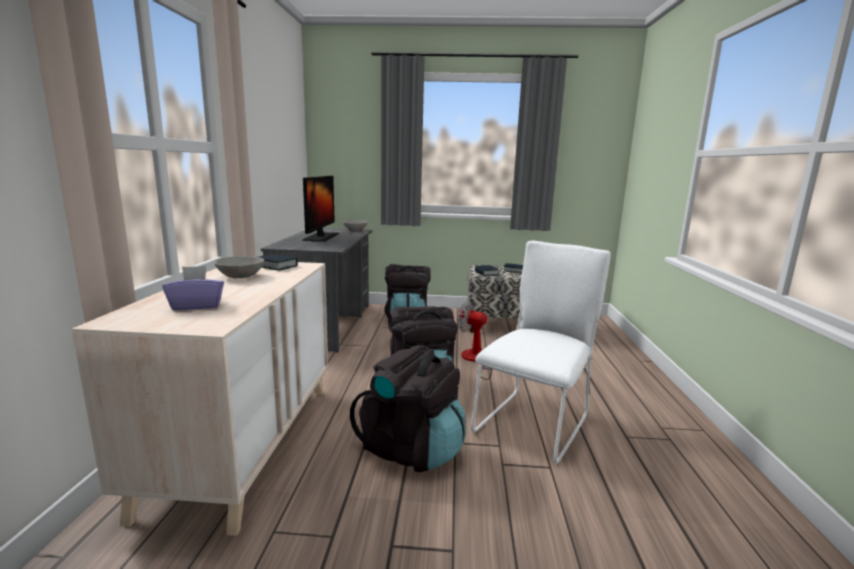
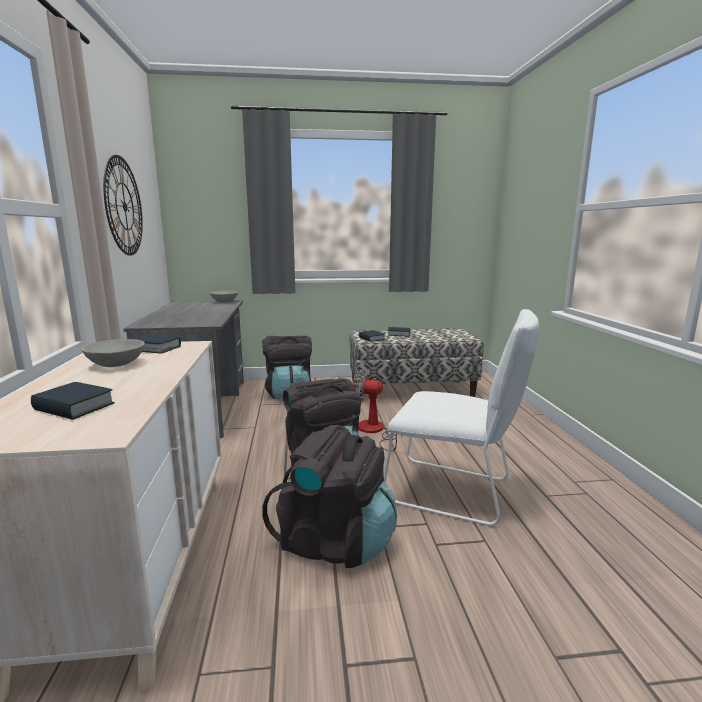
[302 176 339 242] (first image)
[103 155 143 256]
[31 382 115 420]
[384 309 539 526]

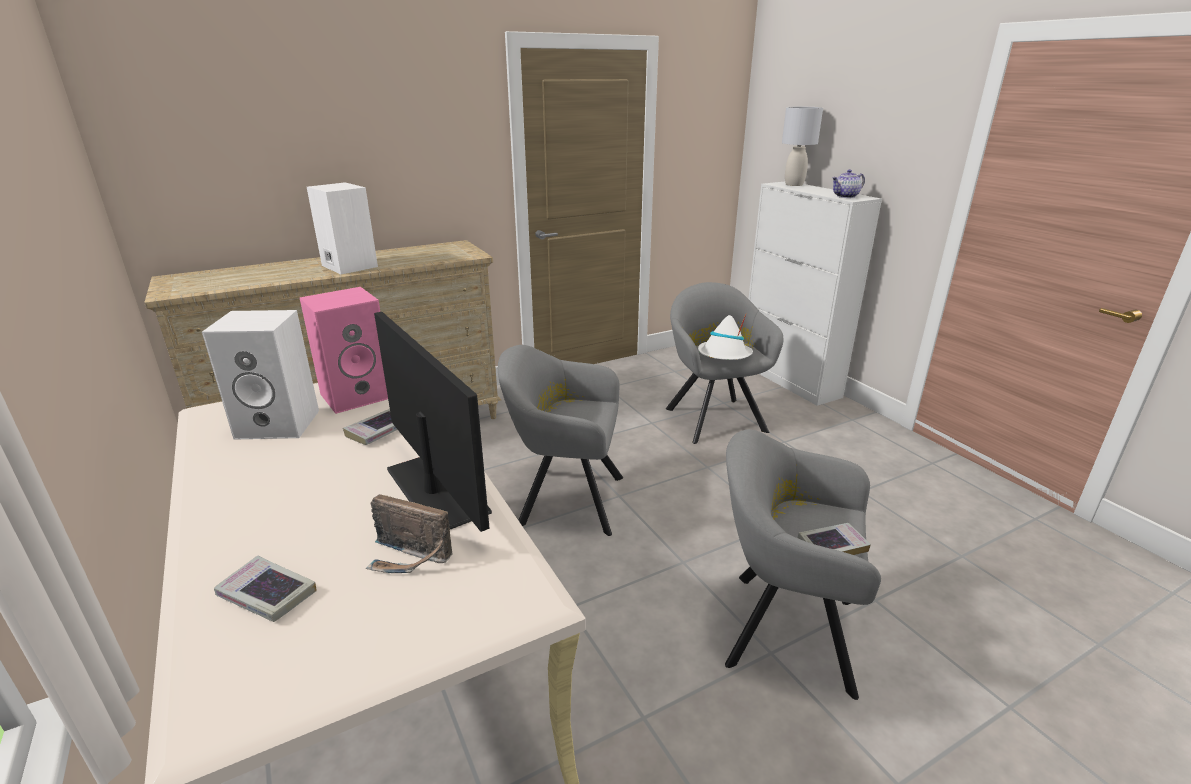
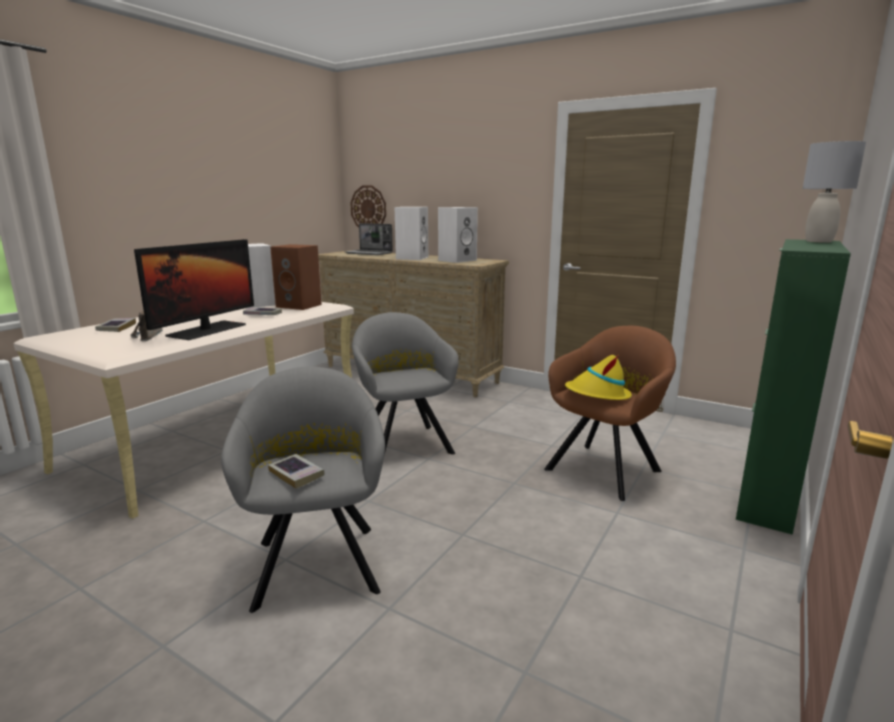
[832 169 865 198] (first image)
[345 223 393 255]
[350 185 386 227]
[438 207 478 263]
[270 244 322 310]
[544 326 676 501]
[565 355 632 400]
[736 239 851 535]

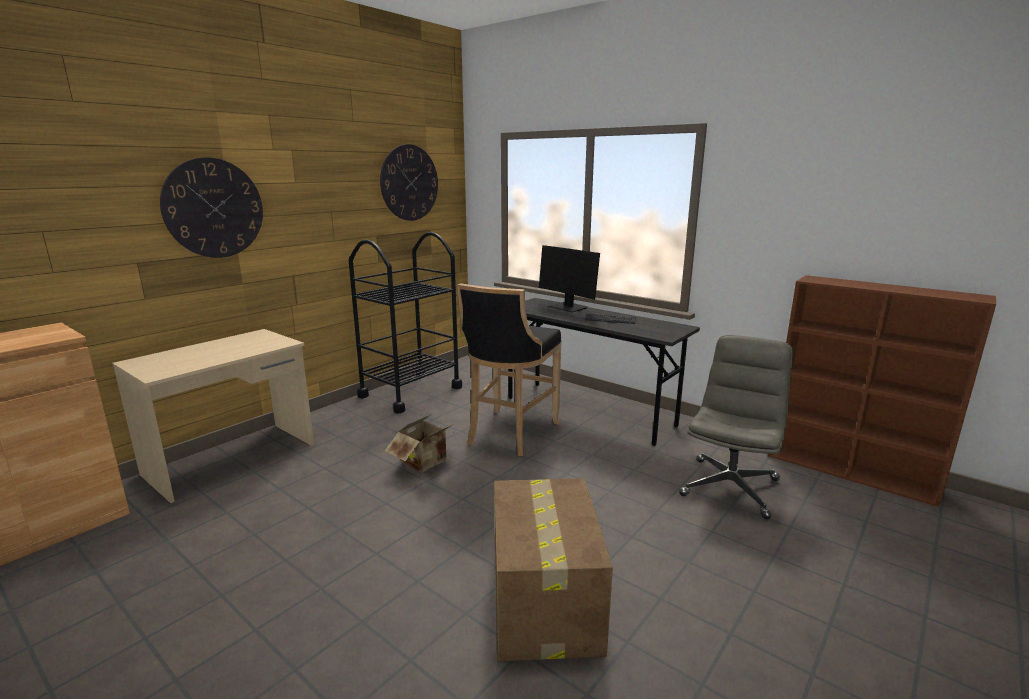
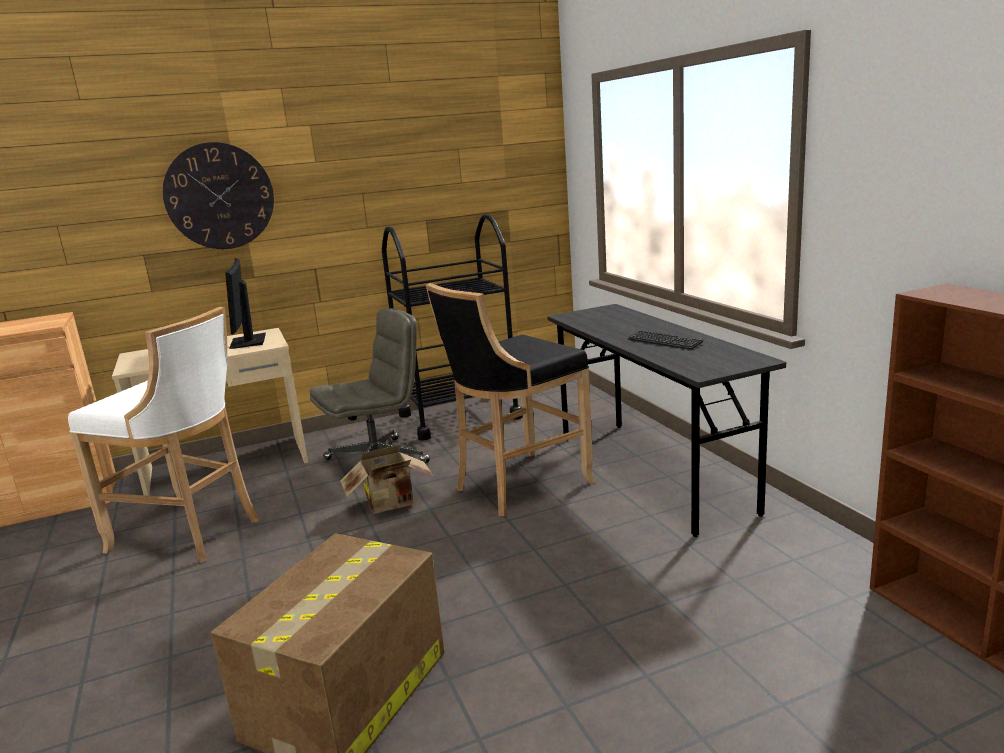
[380 144 438 221] (first image)
[68 307 259 563]
[225 258 266 349]
[310 308 430 463]

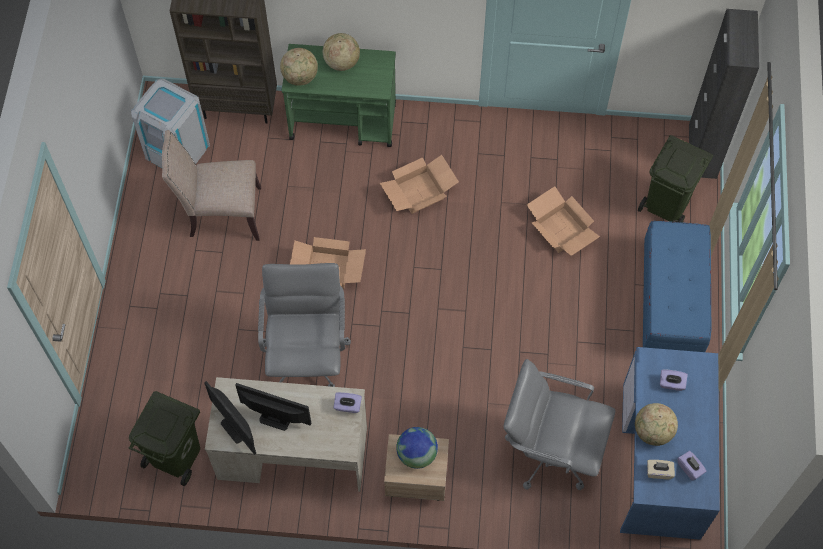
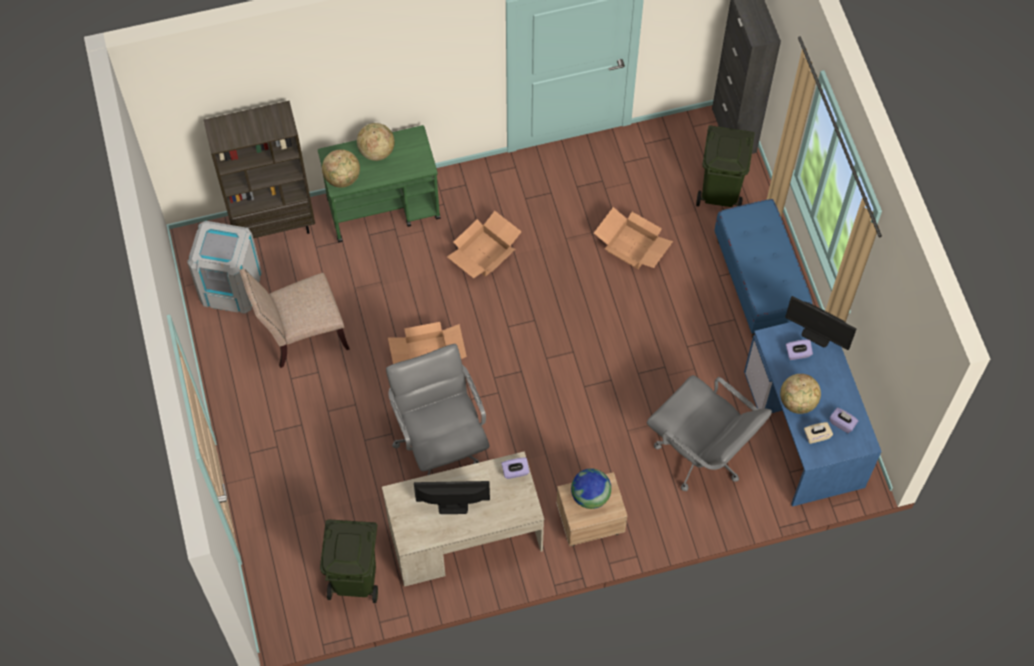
[785 296 856 350]
[647 375 772 491]

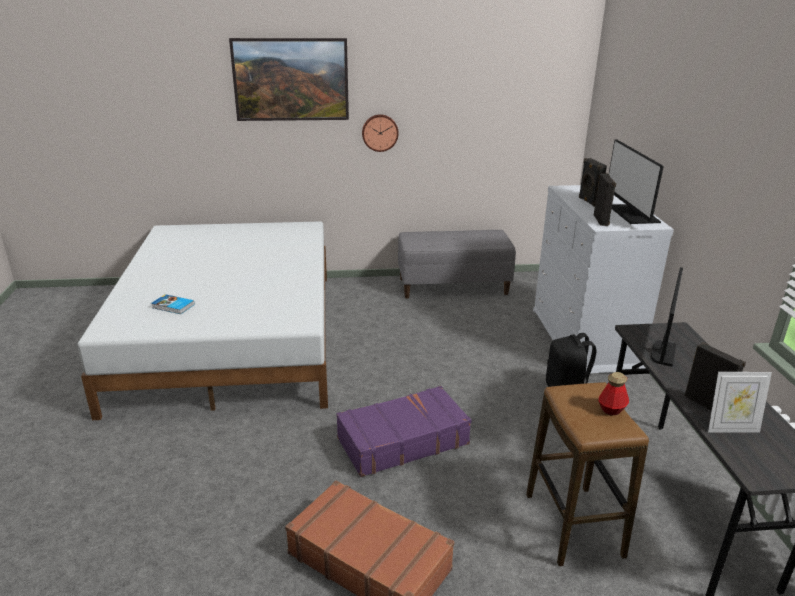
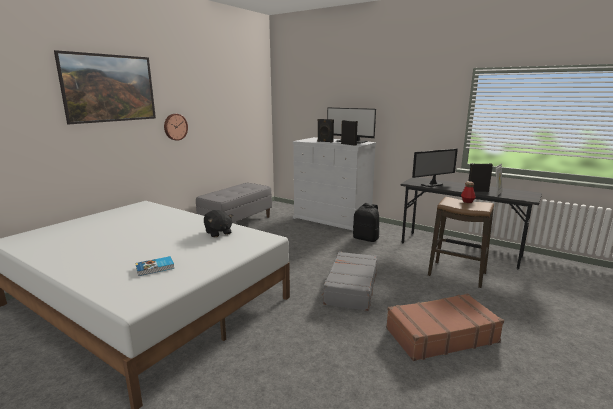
[204 210 233 237]
[321 251 377 311]
[412 149 458 187]

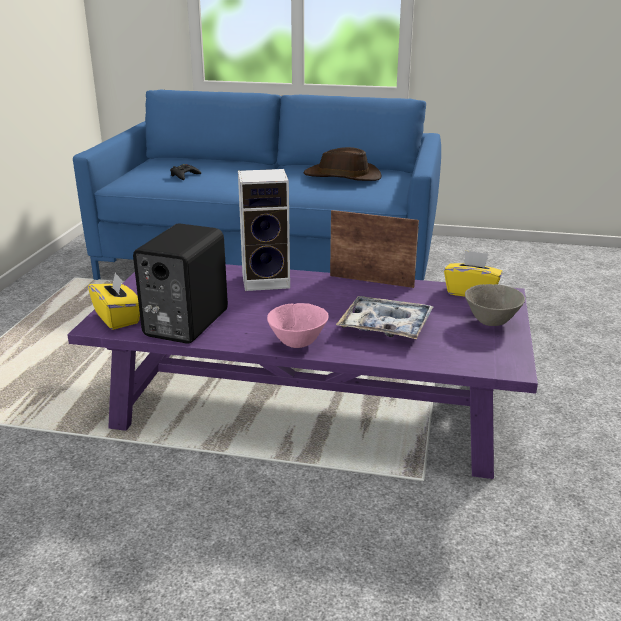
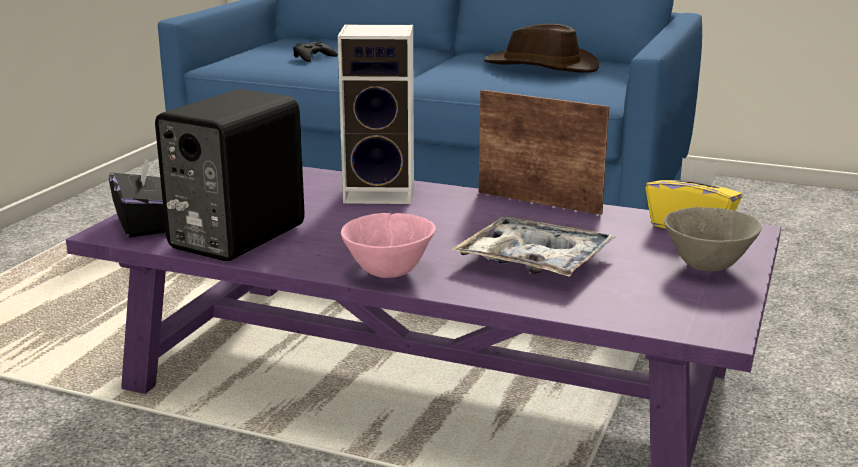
[109 159 166 237]

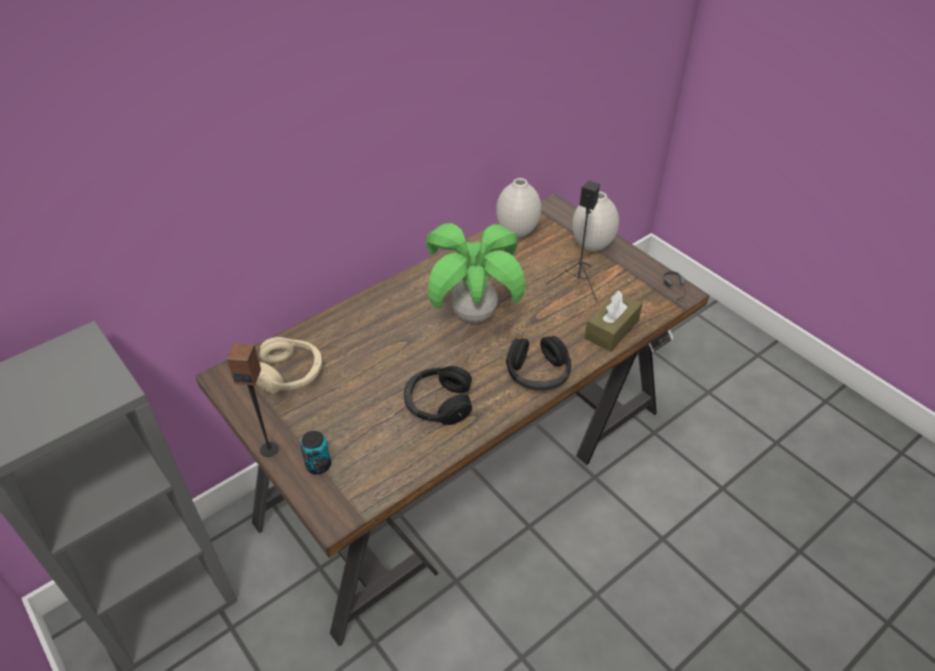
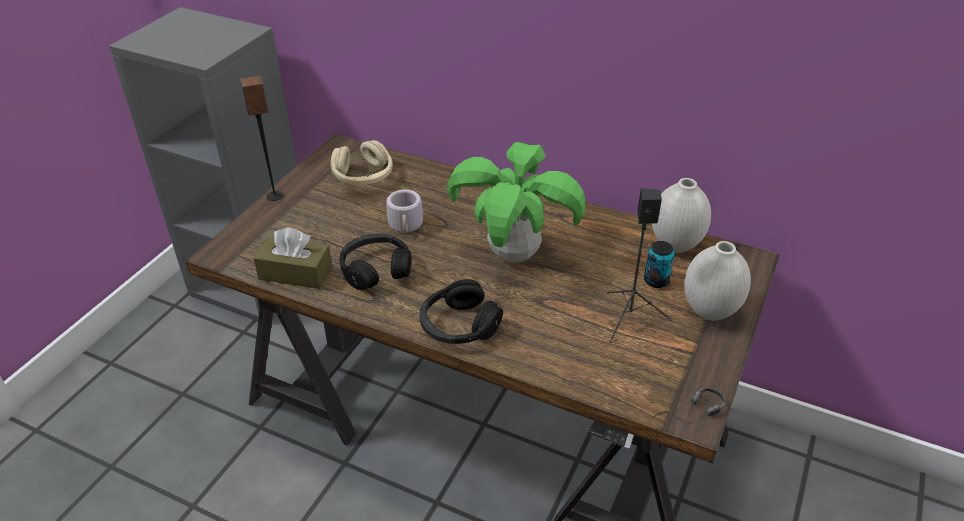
[386 190 426 234]
[644 241 675 288]
[253 227 332 289]

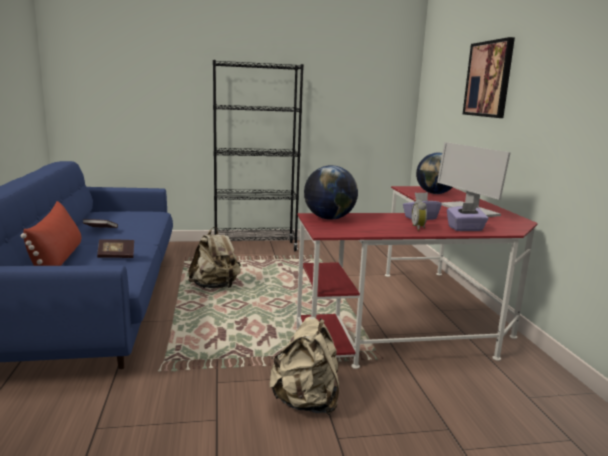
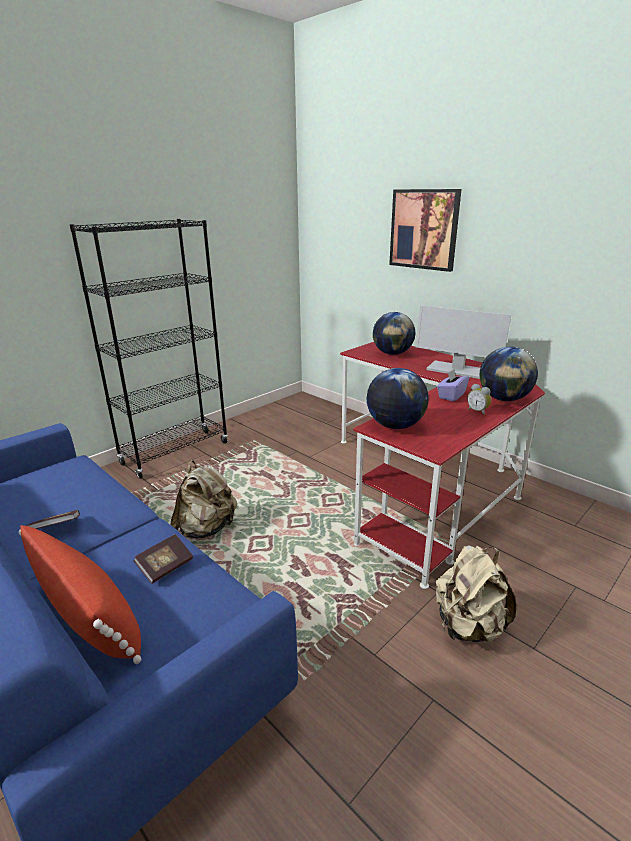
[480 347 538 401]

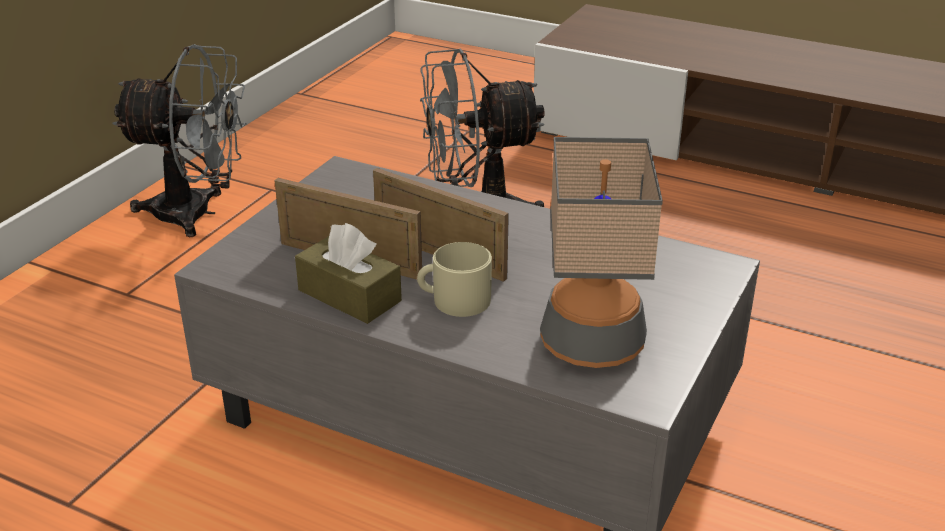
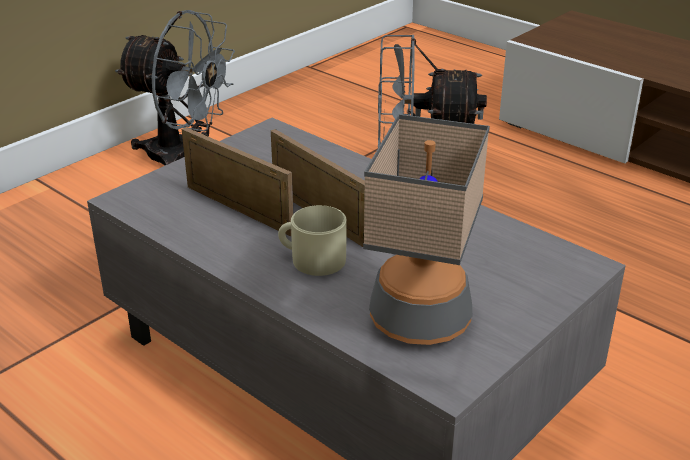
[295 223 402 324] (first image)

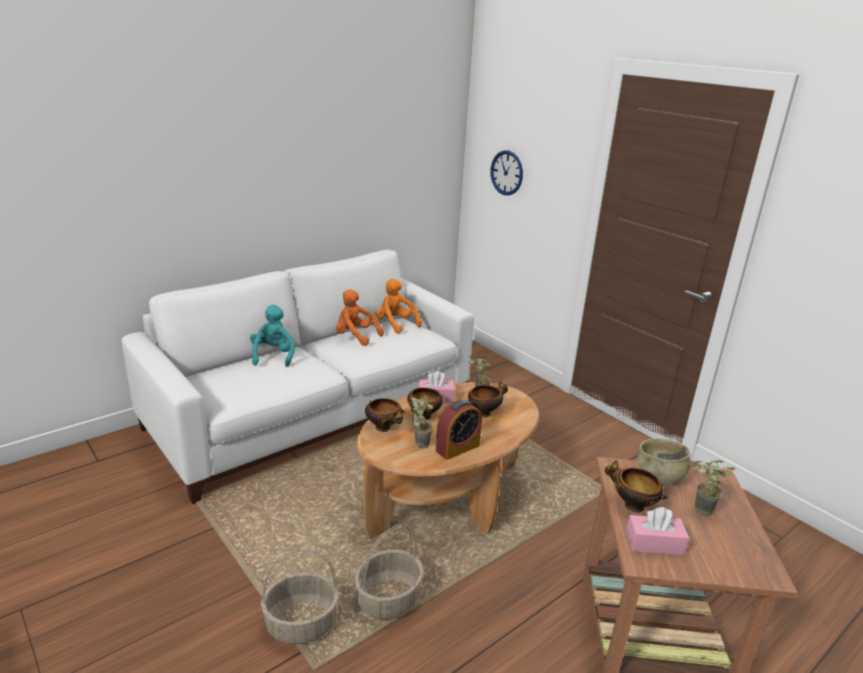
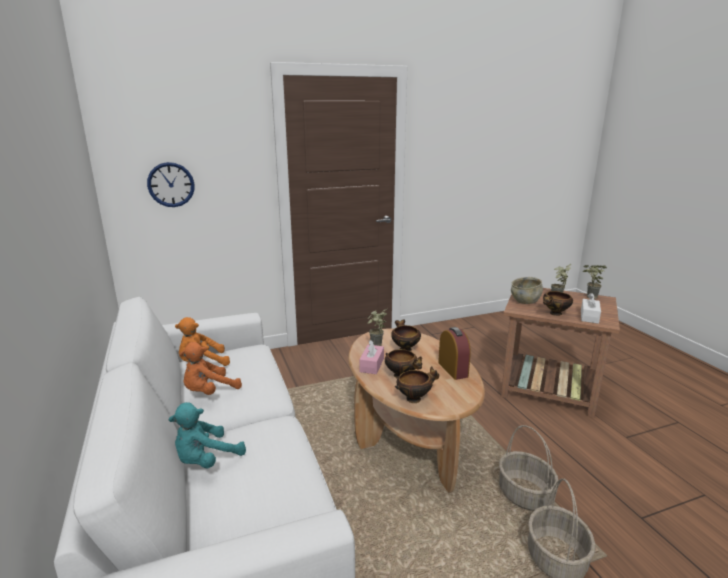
[583 265 606 299]
[581 293 601 324]
[169 402 246 468]

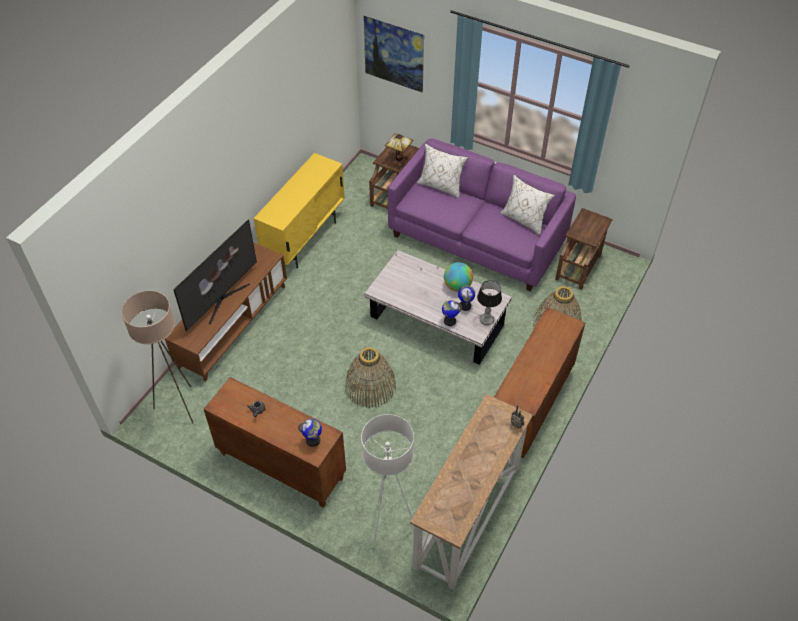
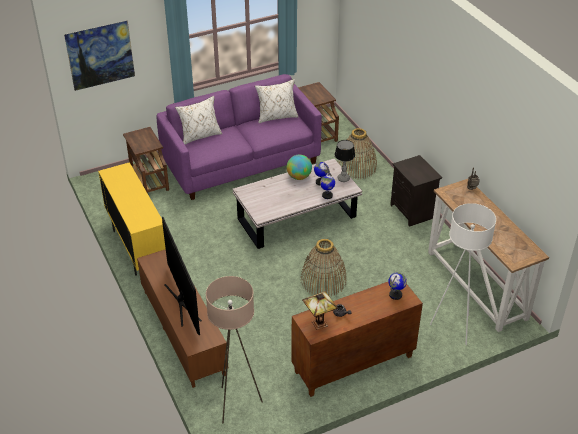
[302 291 338 330]
[390 155 442 227]

